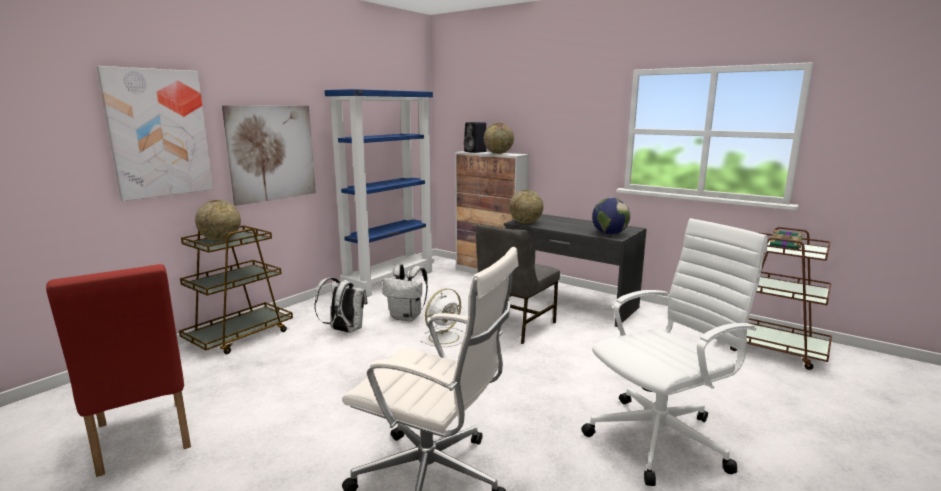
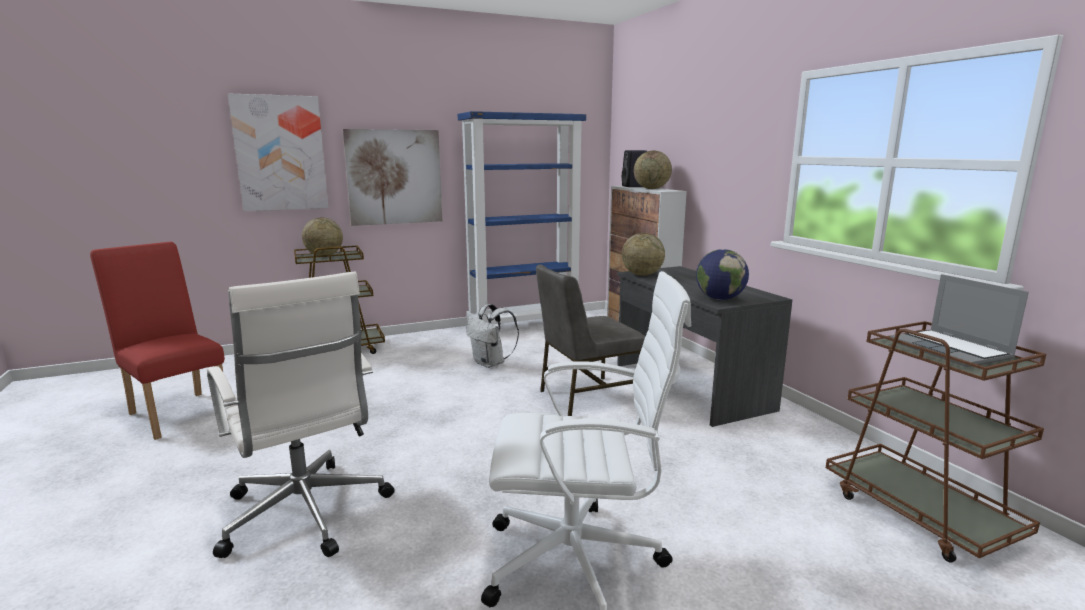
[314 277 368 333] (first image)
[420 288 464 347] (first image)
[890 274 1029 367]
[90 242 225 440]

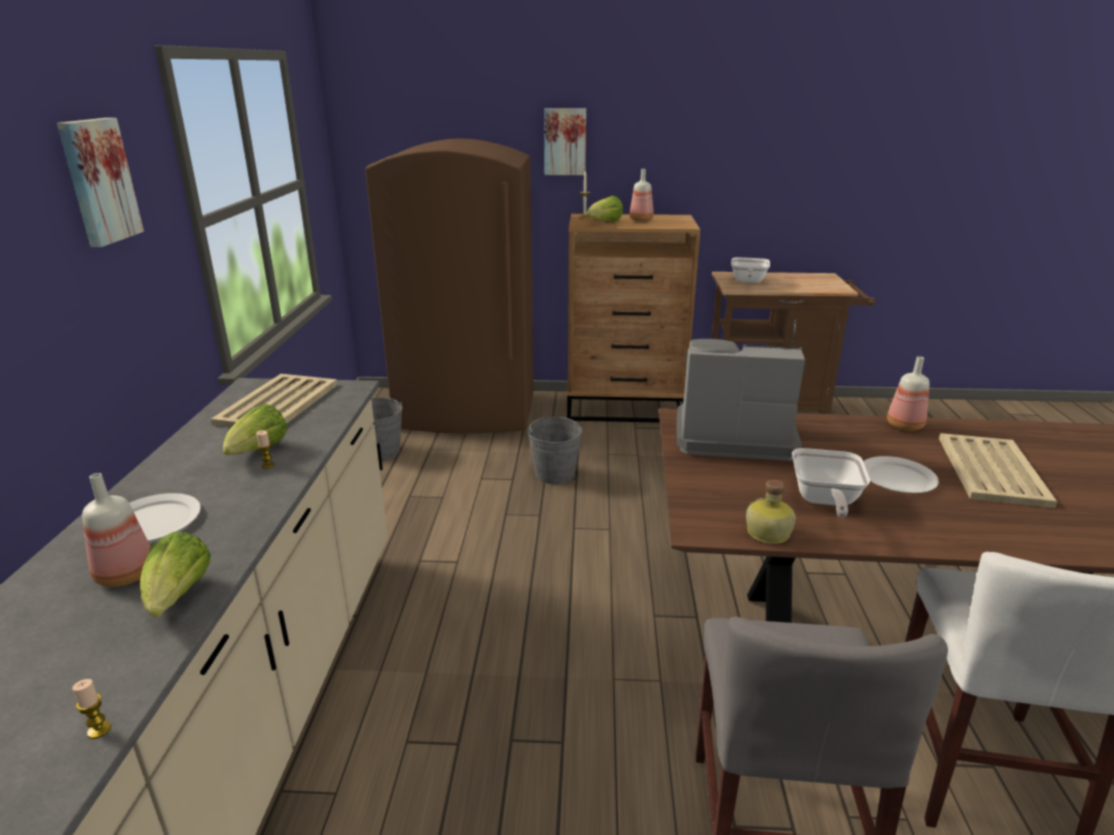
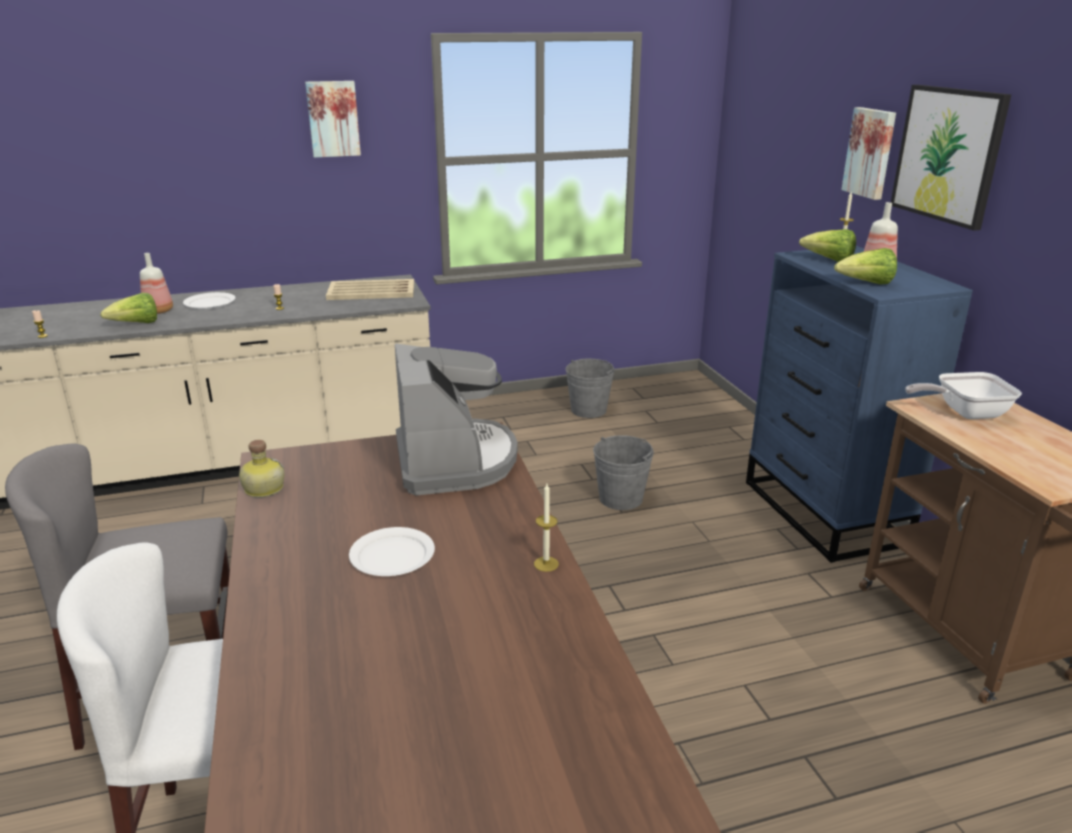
[365 138 534 433] (first image)
[792 448 870 517] (first image)
[939 433 1057 508] (first image)
[891 85 1011 231]
[834 248 897 284]
[534 484 559 572]
[746 246 973 563]

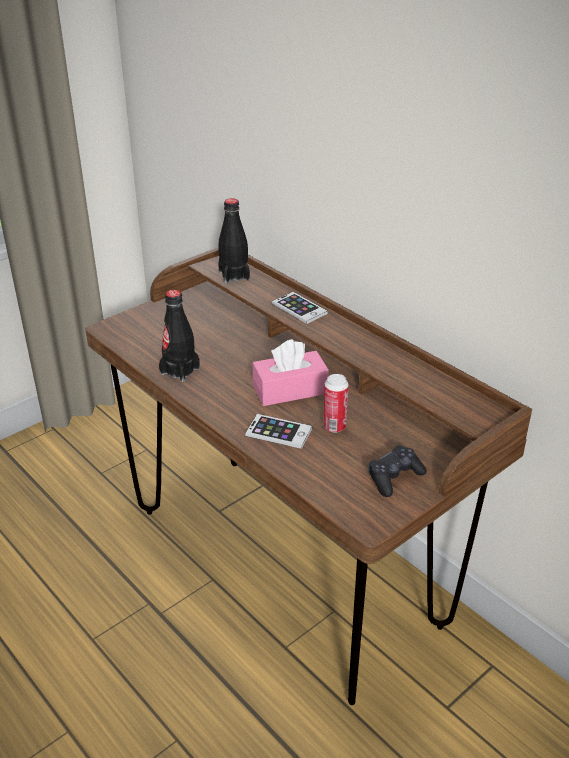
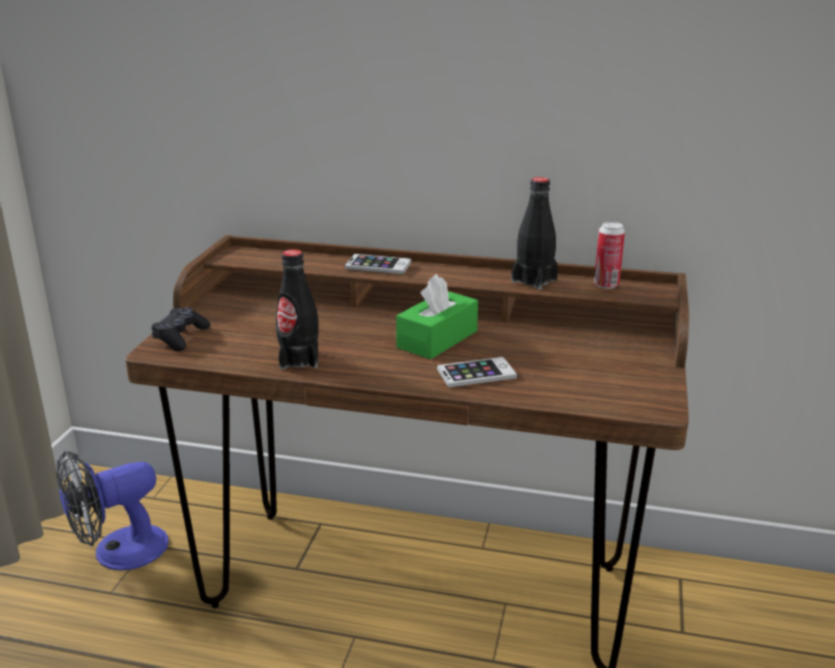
[56 451 169 571]
[511 177 558 290]
[594 222 625 289]
[151 307 210 351]
[396 274 478 359]

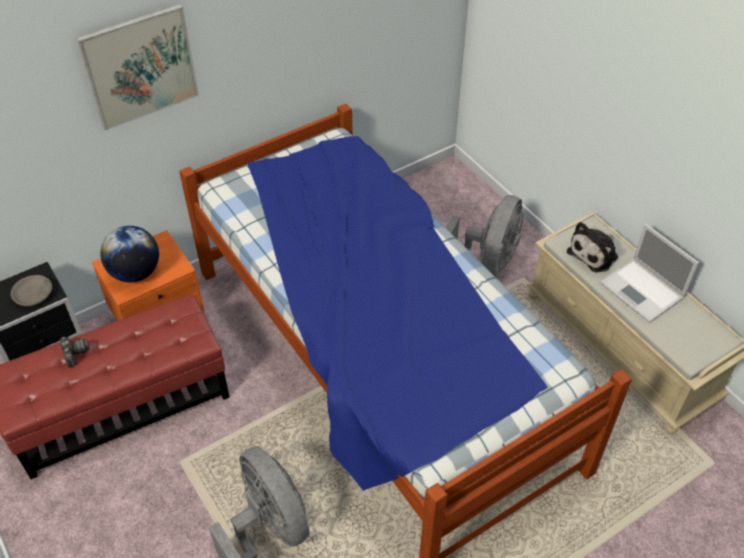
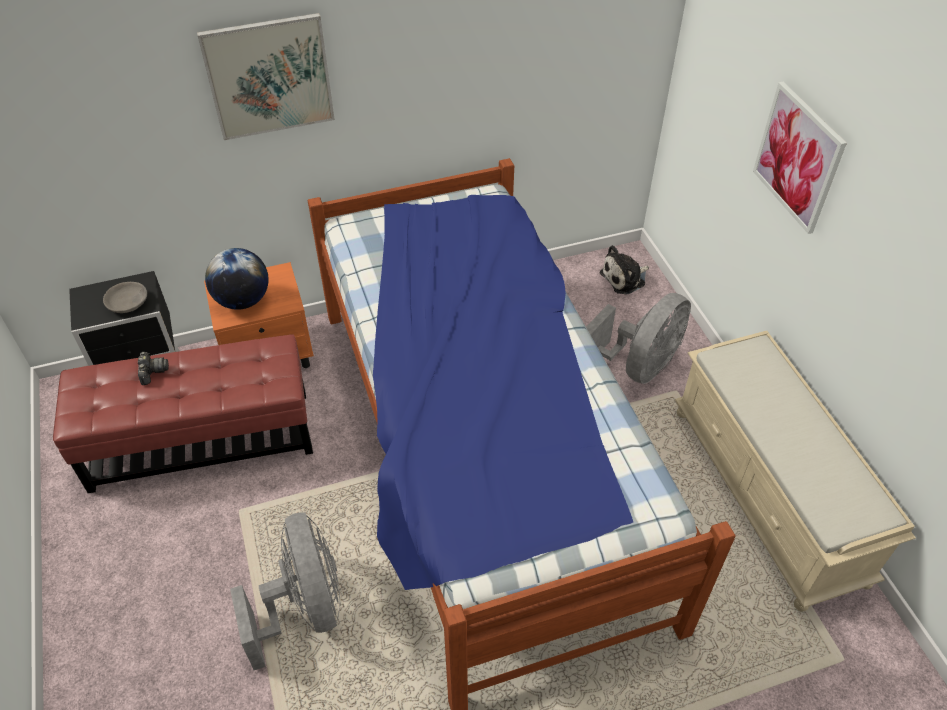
[599 224 699 323] (first image)
[753 82 847 234]
[600 245 649 295]

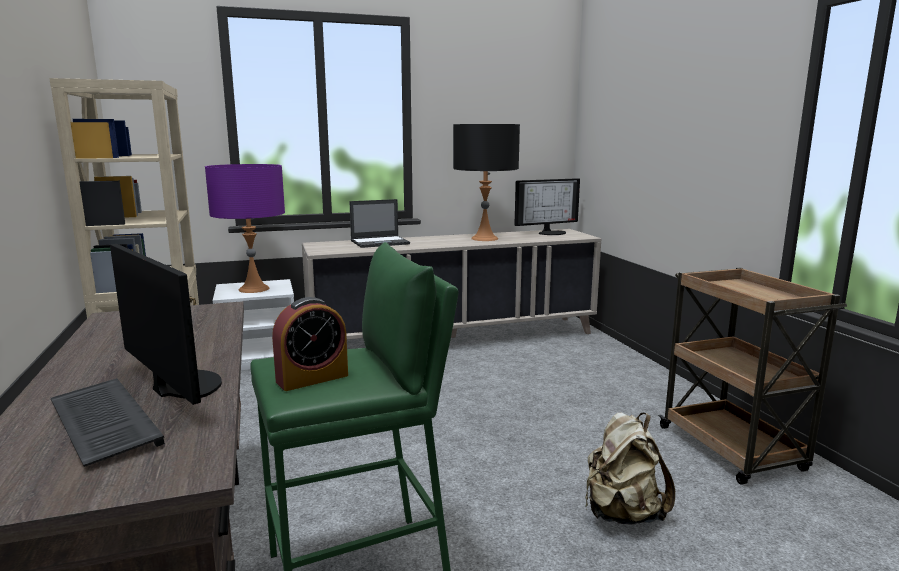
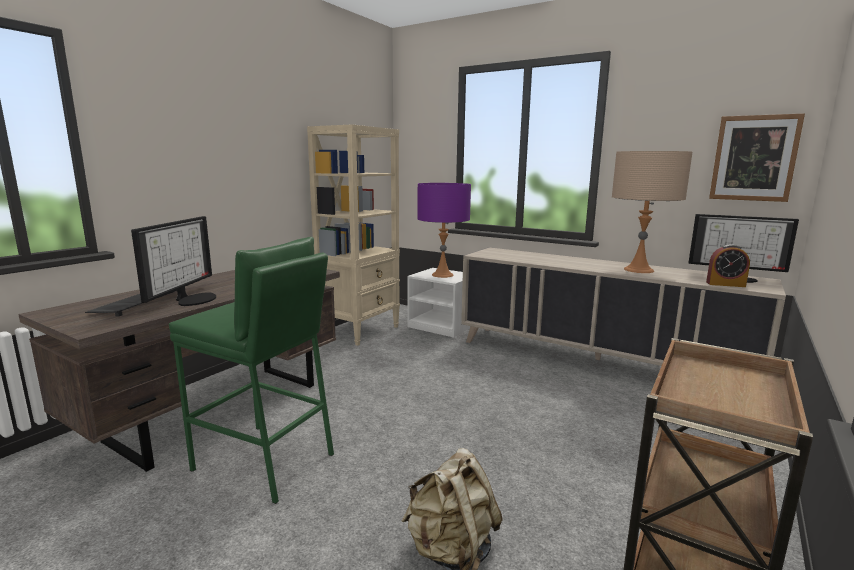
[349 199 410 248] (first image)
[709 113 805 202]
[706 244 750 287]
[612 151 692 273]

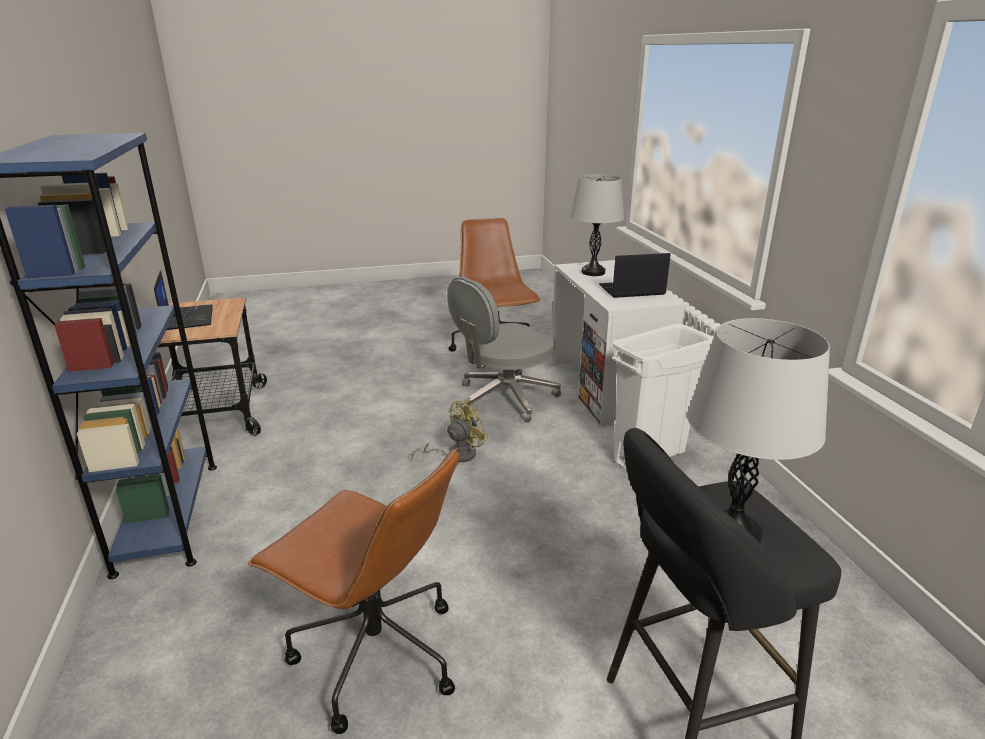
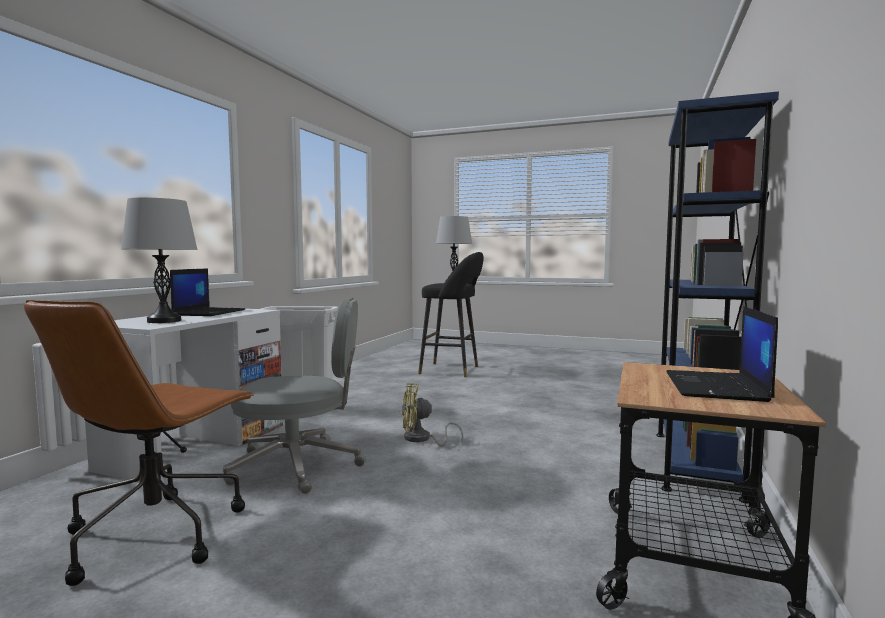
[248 448 460 734] (first image)
[170 268 245 316]

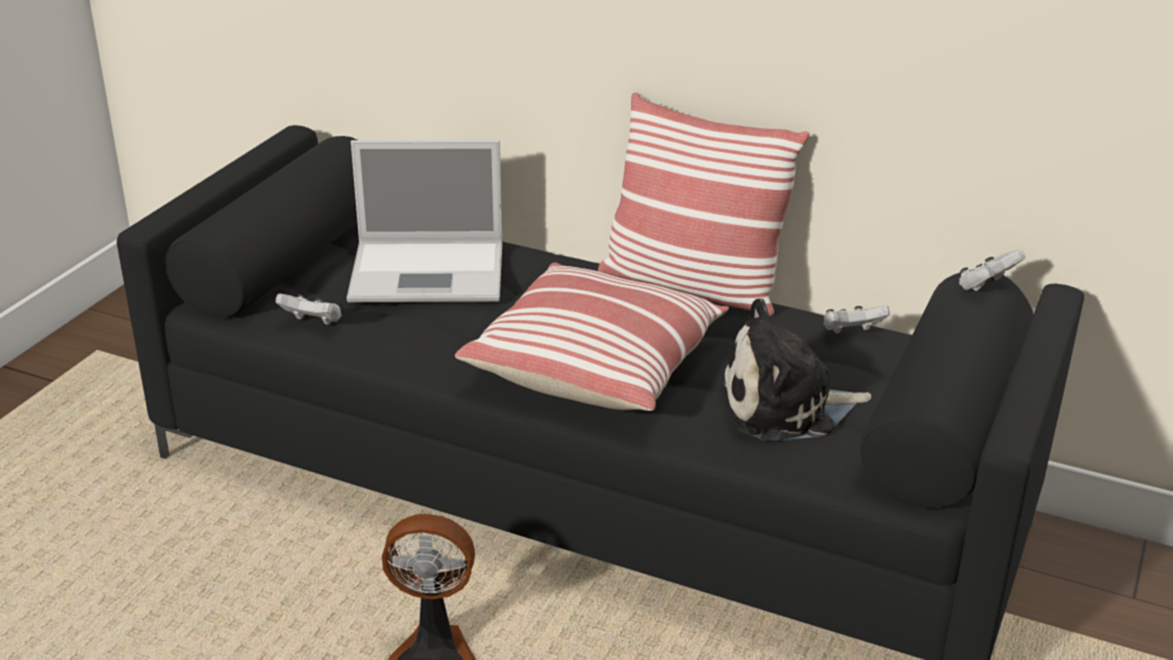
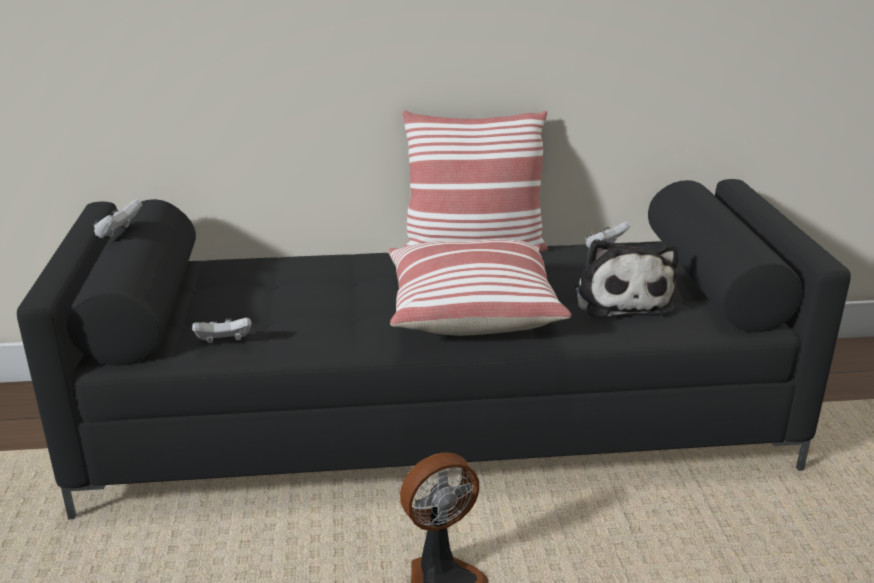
[347 140 502 302] (first image)
[93 199 142 238]
[575 239 679 318]

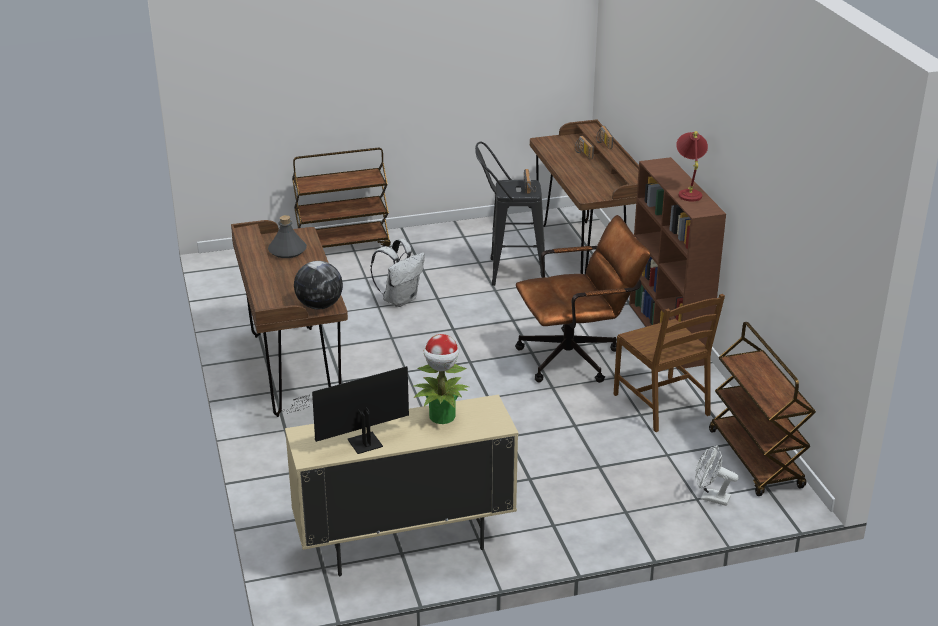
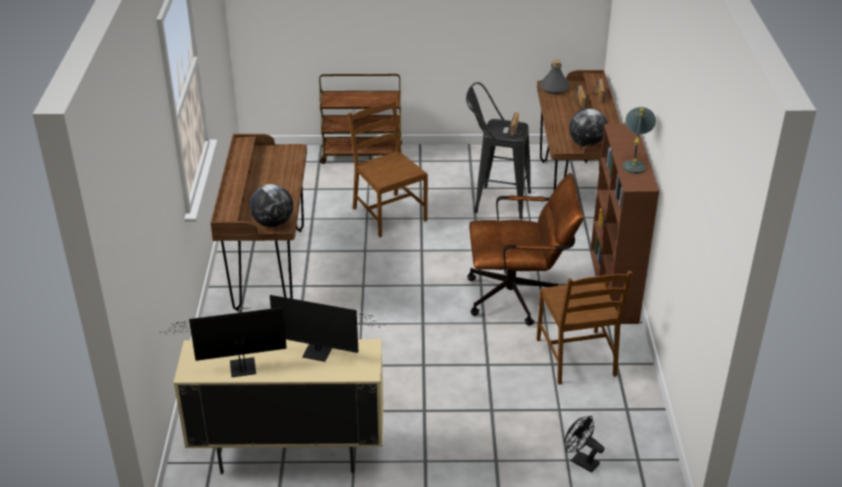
[709 322 816 496] (first image)
[569 108 608 147]
[539 59 570 94]
[348 100 428 237]
[270 295 386 362]
[623 107 656 174]
[564 416 605 473]

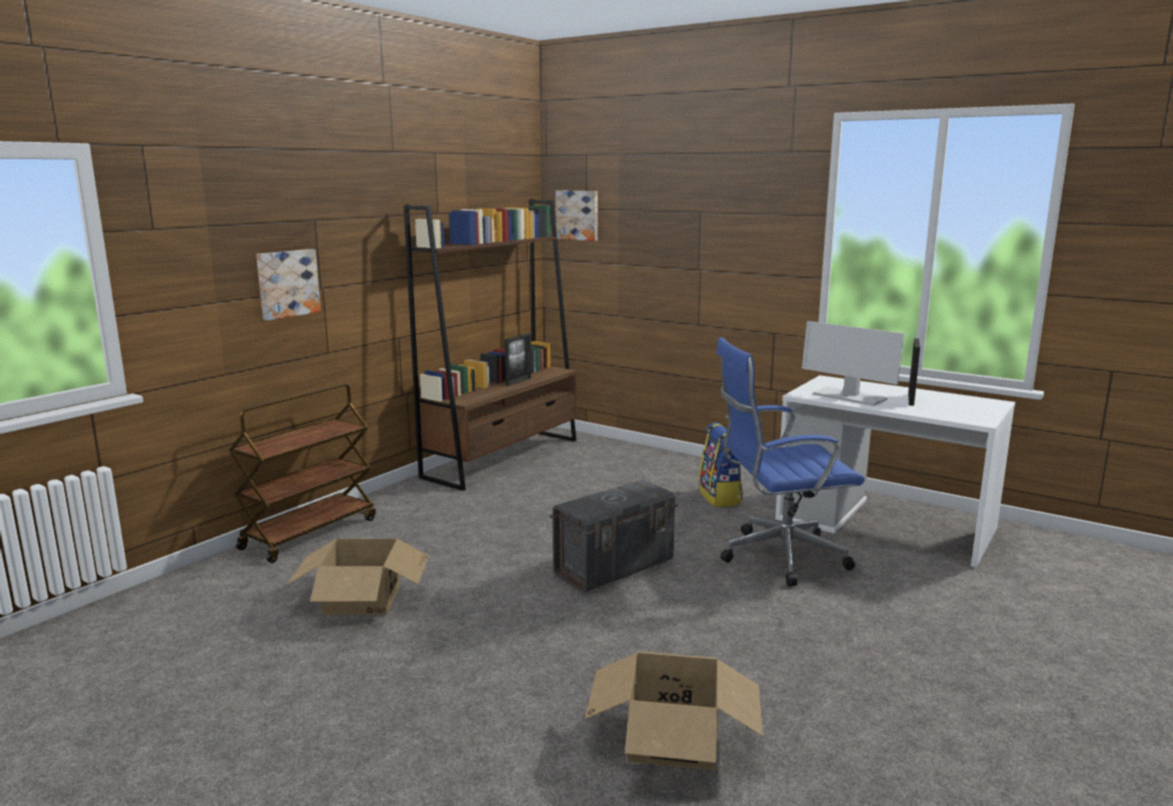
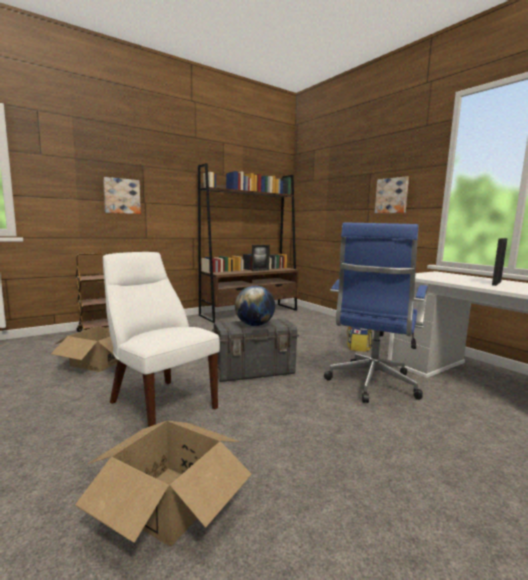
[802 321 905 406] (first image)
[103 252 220 427]
[235 286 275 326]
[375 176 409 213]
[324 222 428 403]

